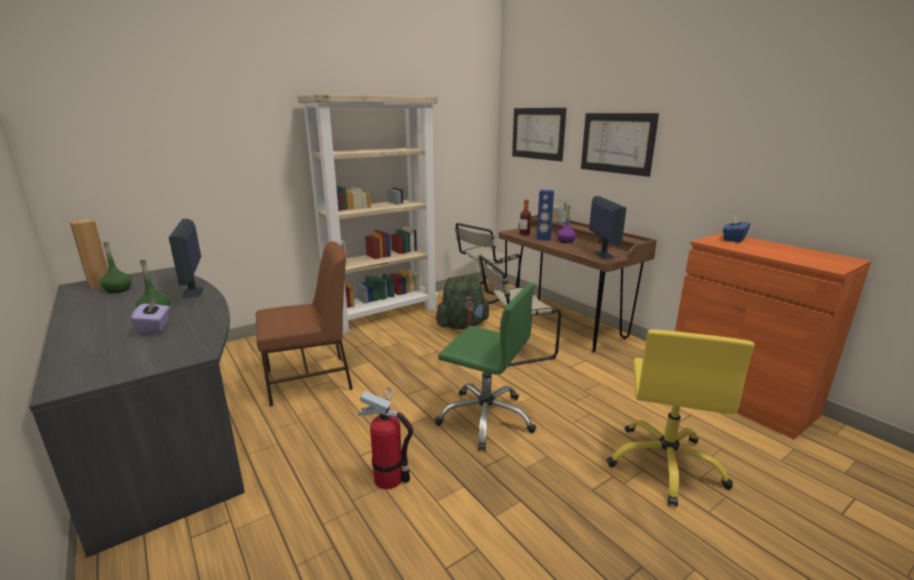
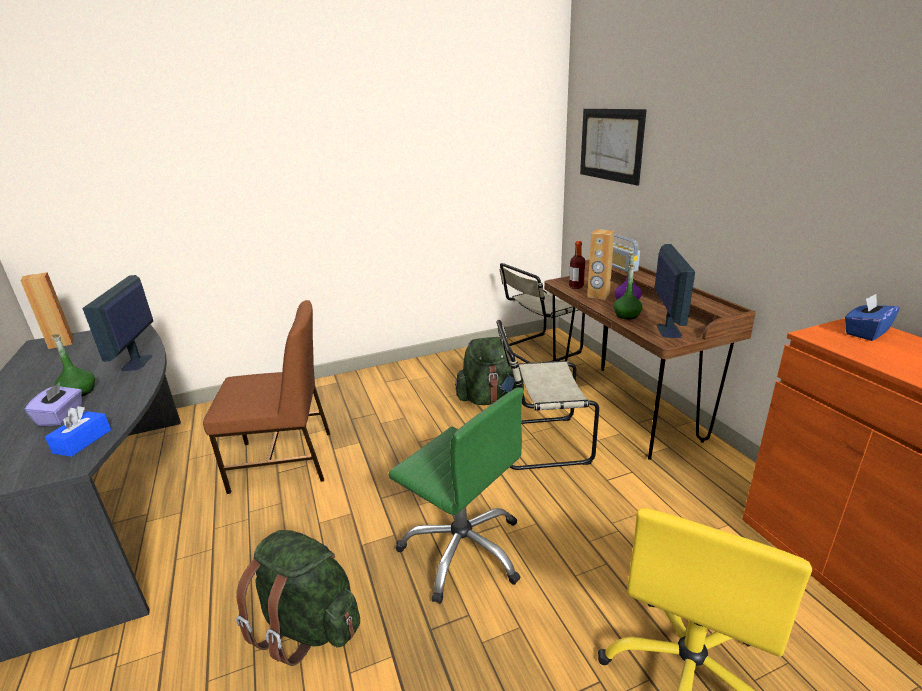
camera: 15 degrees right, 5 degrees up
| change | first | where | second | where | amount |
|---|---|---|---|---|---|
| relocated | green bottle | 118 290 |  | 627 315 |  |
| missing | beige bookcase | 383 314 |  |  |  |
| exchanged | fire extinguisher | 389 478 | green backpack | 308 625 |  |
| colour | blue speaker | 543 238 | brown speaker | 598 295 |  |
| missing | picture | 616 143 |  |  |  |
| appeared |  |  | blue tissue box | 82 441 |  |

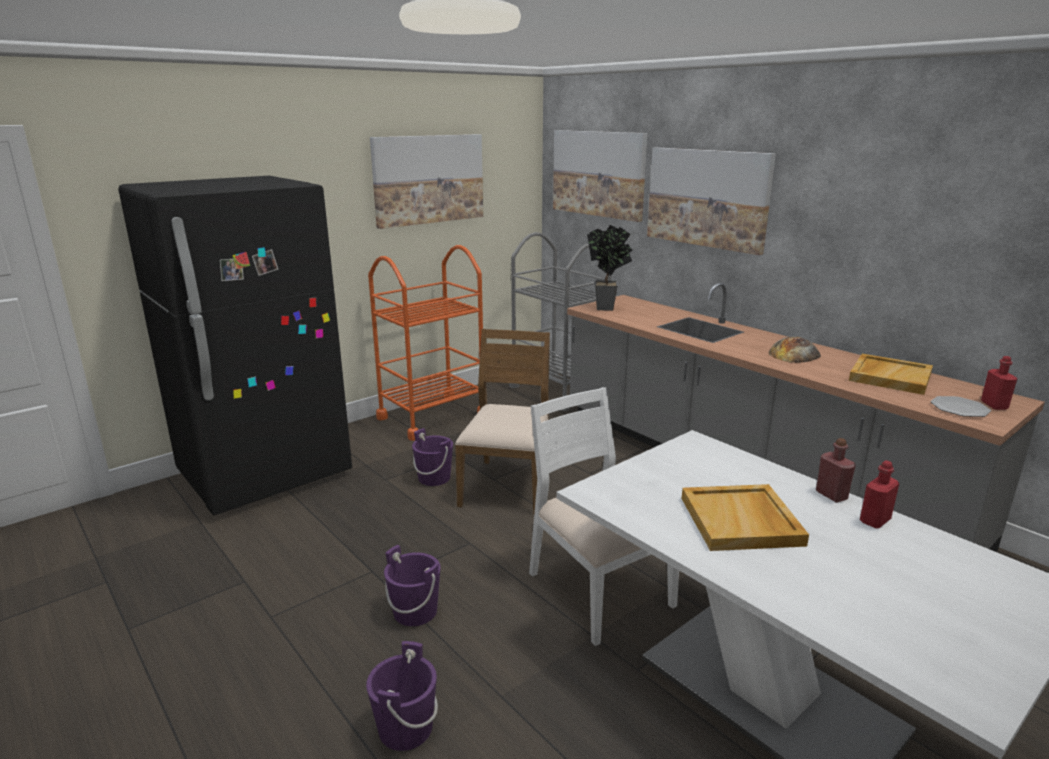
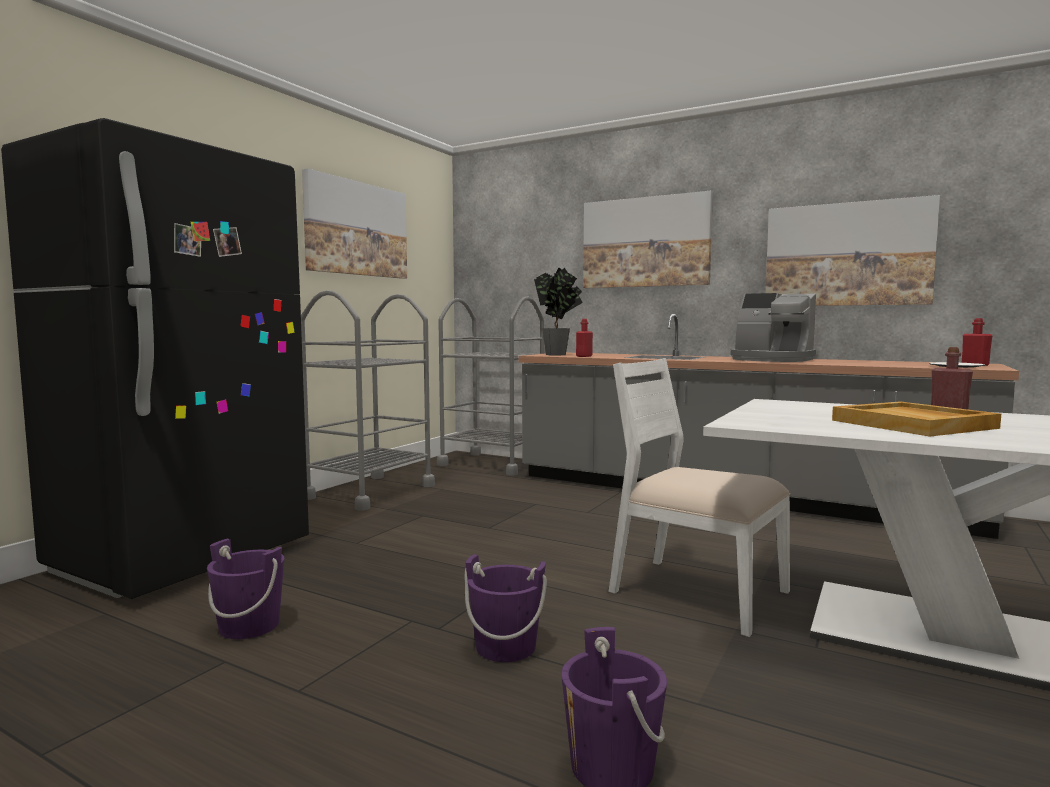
camera: 20 degrees left, 15 degrees down
| change | first | where | second | where | amount |
|---|---|---|---|---|---|
| colour | orange cart | 432 416 | grey cart | 370 492 |  |
| relocated | purple bucket | 434 478 |  | 249 626 |  |
| missing | brown chair | 507 485 |  |  |  |
| relocated | picture | 598 173 |  | 847 254 |  |
| exchanged | bread | 794 354 | coffee machine | 771 360 |  |
| missing | beige tray | 889 376 |  |  |  |
| relocated | red bottle | 875 520 |  | 584 356 |  |

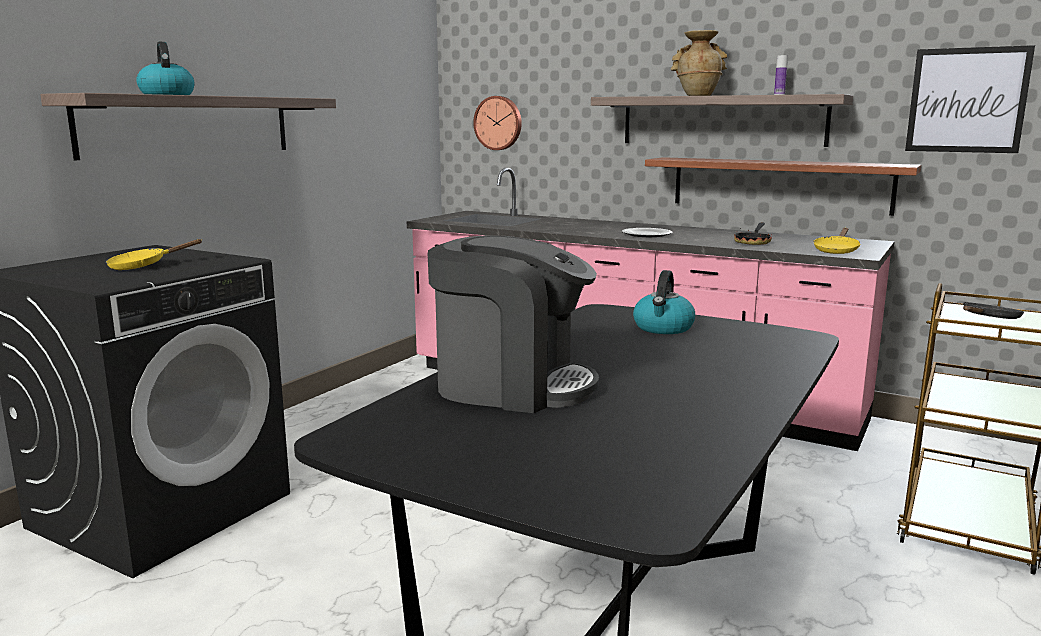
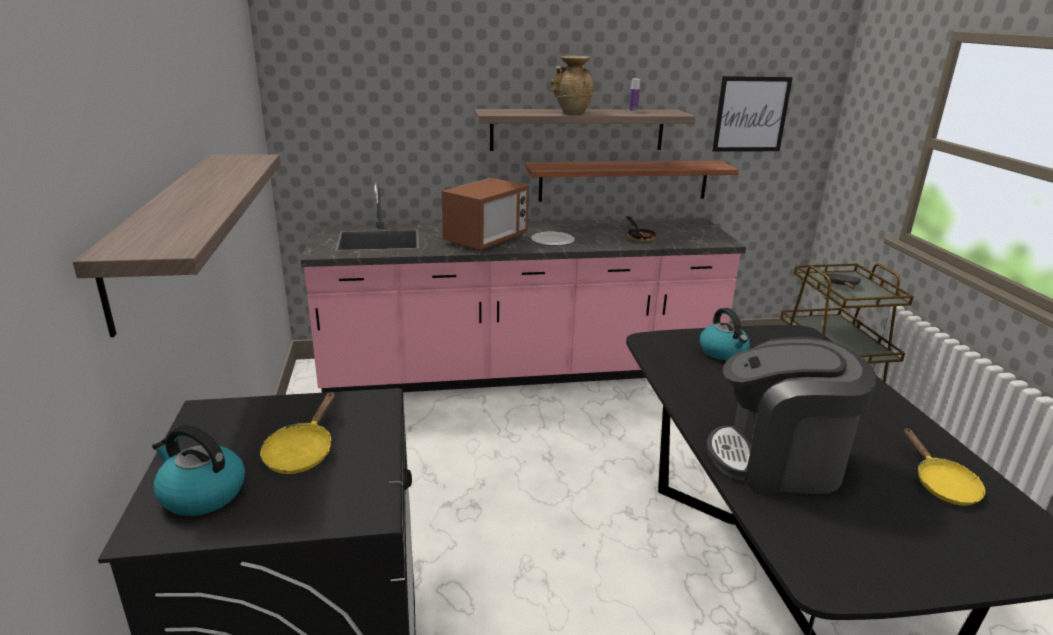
camera: 40 degrees left, 10 degrees up
| change | first | where | second | where | amount |
|---|---|---|---|---|---|
| relocated | kettle | 166 95 |  | 201 494 |  |
| spun | coffee machine | 511 385 |  | 778 461 | 150 degrees counterclockwise |
| missing | wall clock | 498 123 |  |  |  |
| relocated | yellow frying pan | 836 250 |  | 941 484 |  |
| appeared |  |  | microwave | 486 240 |  |

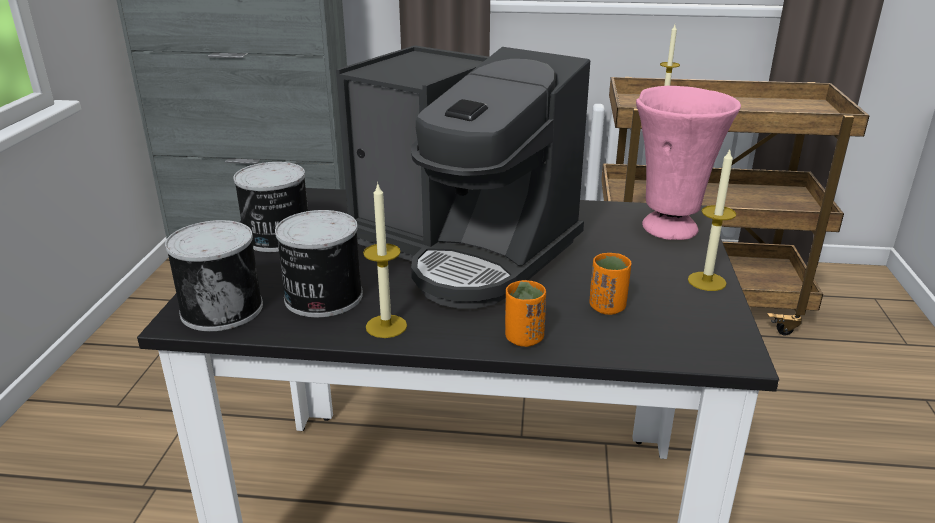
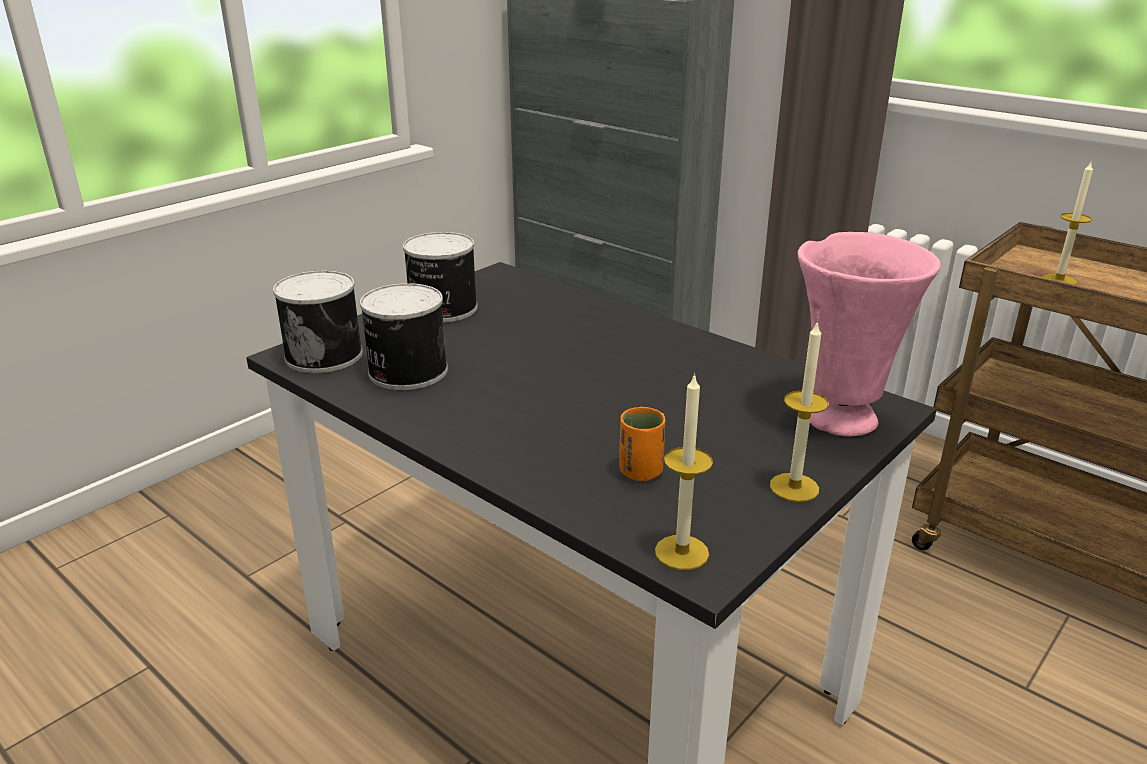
camera: 35 degrees right, 0 degrees up
| change | first | where | second | where | amount |
|---|---|---|---|---|---|
| missing | coffee machine | 463 249 |  |  |  |
| relocated | candle | 386 326 |  | 681 552 |  |
| missing | orange cup | 524 338 |  |  |  |

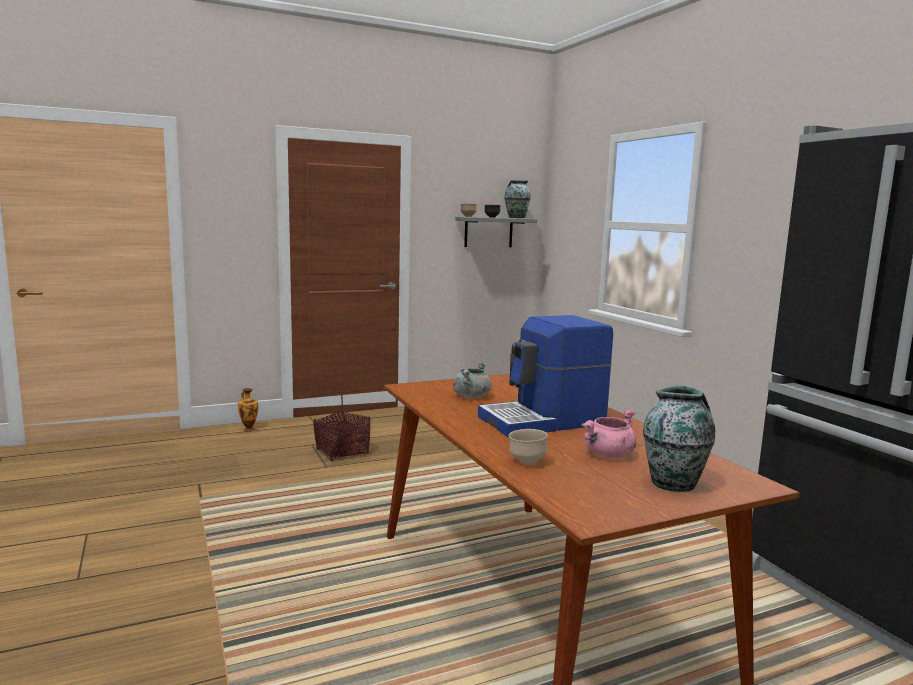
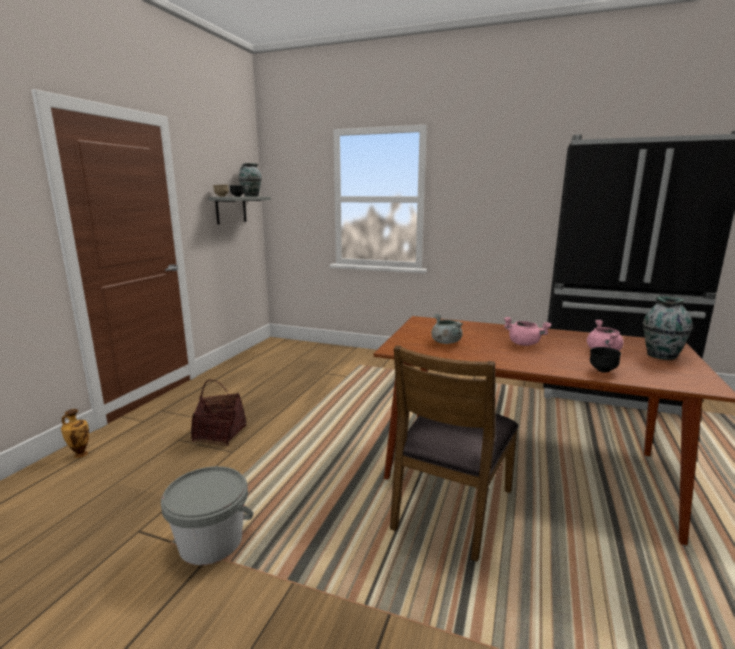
camera: 45 degrees left, 5 degrees up
| change | first | where | second | where | amount |
|---|---|---|---|---|---|
| exchanged | coffee machine | 543 421 | pink cooking pot | 524 344 |  |
| colour | beige bowl | 526 462 | black bowl | 602 371 |  |
| appeared |  |  | grey bucket | 211 541 |  |
| appeared |  |  | brown chair | 451 508 |  |

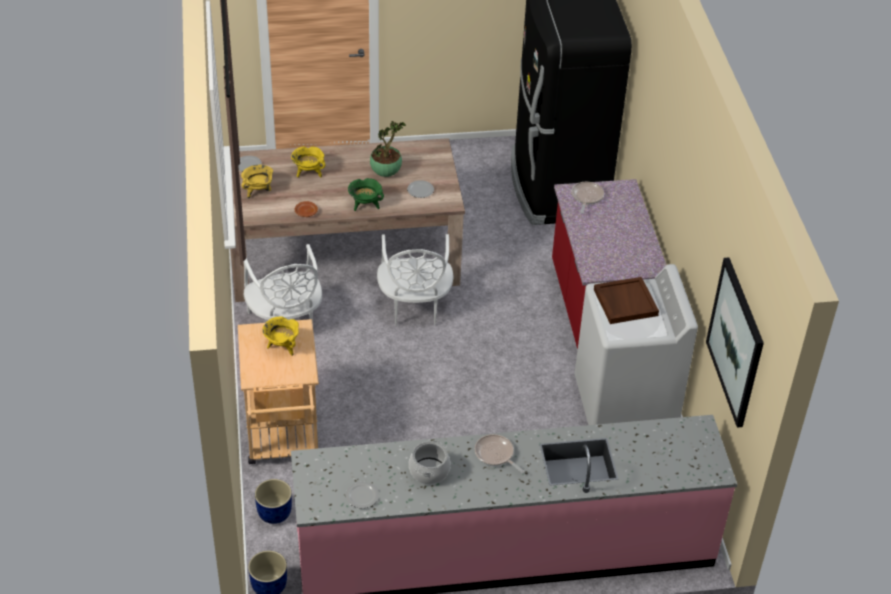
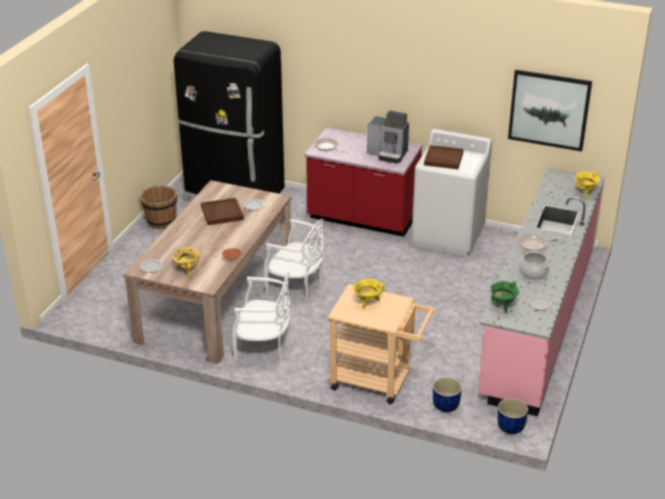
camera: 60 degrees left, 10 degrees down
| change | first | where | second | where | amount |
|---|---|---|---|---|---|
| relocated | yellow cooking pot | 308 173 |  | 585 193 |  |
| relocated | green cooking pot | 365 205 |  | 502 306 |  |
| exchanged | potted plant | 386 172 | brown tray | 221 213 |  |
| appeared |  |  | brown bucket | 161 222 |  |
| appeared |  |  | coffee machine | 388 154 |  |

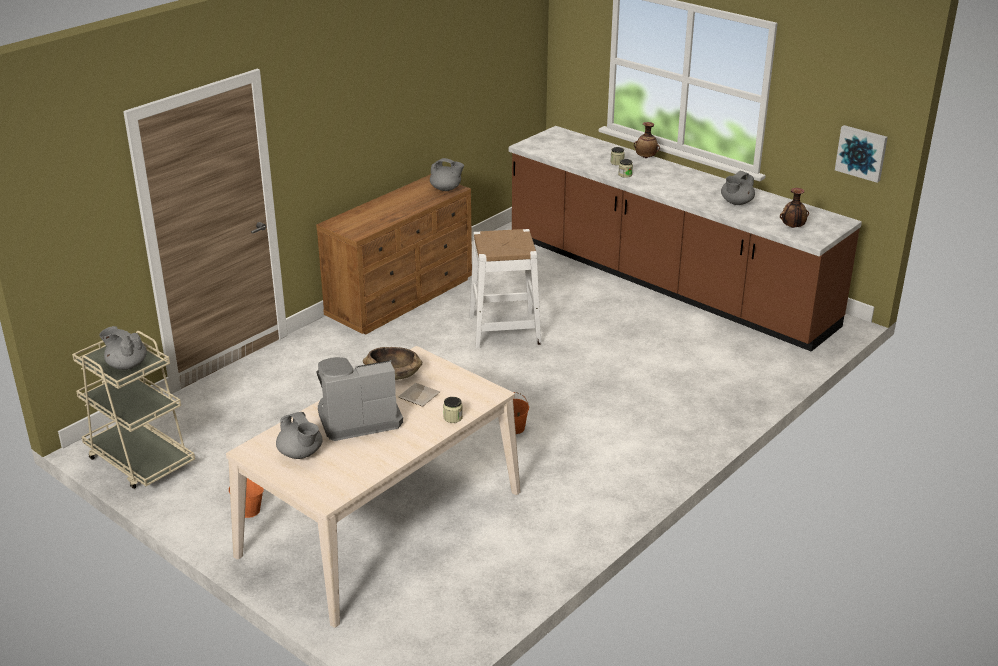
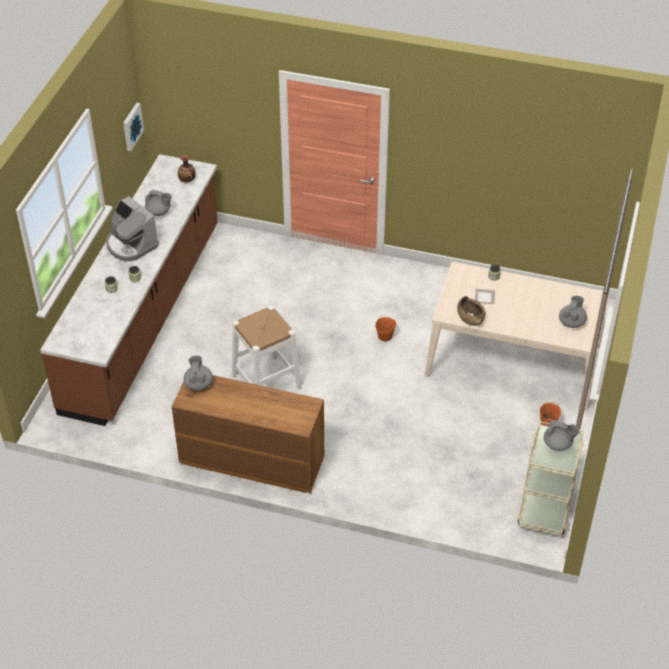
camera: 115 degrees left, 15 degrees up
| change | first | where | second | where | amount |
|---|---|---|---|---|---|
| spun | grey teapot | 126 365 |  | 558 444 | 75 degrees counterclockwise |
| relocated | coffee machine | 358 418 |  | 131 245 |  |
| missing | vase | 646 157 |  |  |  |

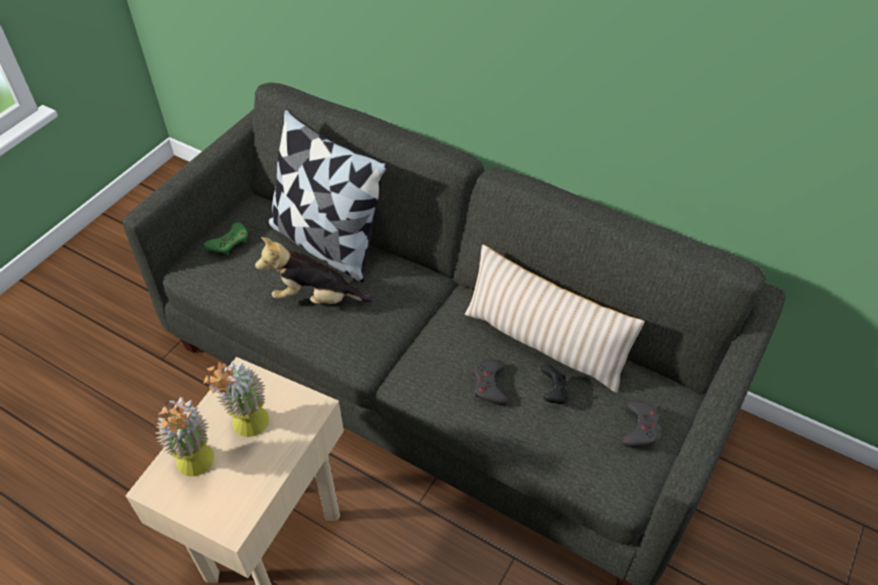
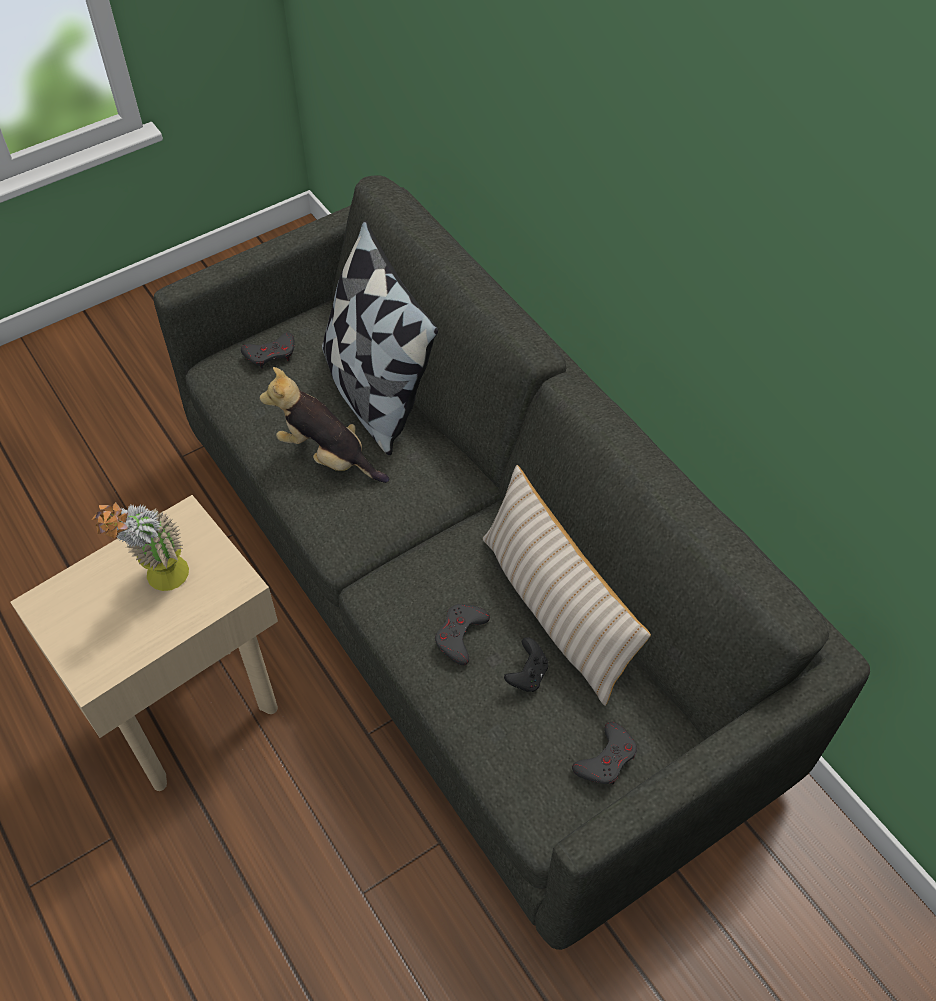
camera: 25 degrees right, 5 degrees up
| change | first | where | second | where | amount |
|---|---|---|---|---|---|
| missing | potted plant | 199 467 |  |  |  |
| colour | green game controller | 229 242 | grey game controller | 271 354 |  |

